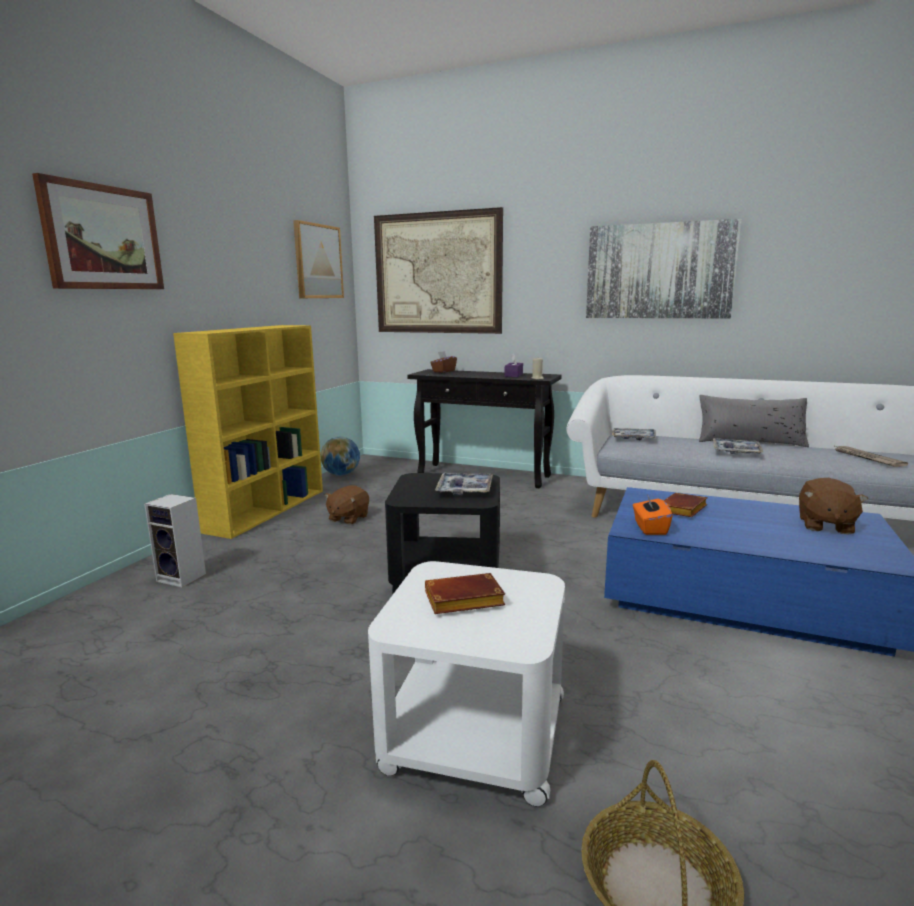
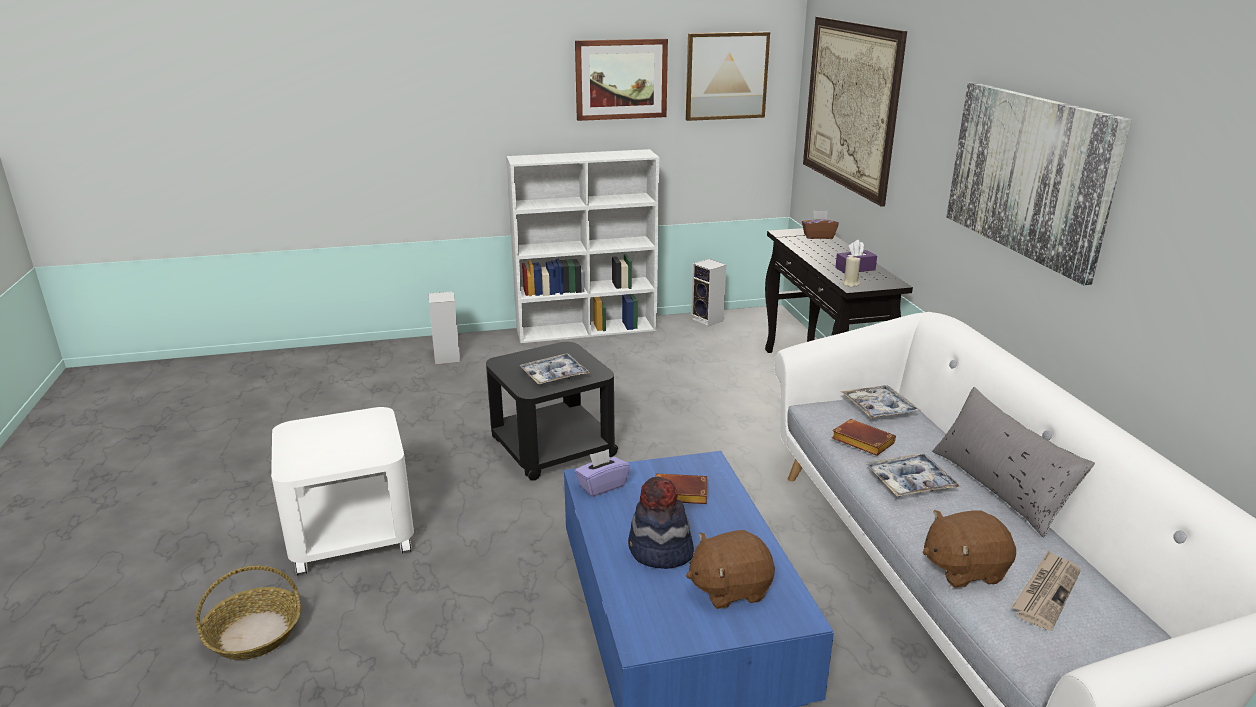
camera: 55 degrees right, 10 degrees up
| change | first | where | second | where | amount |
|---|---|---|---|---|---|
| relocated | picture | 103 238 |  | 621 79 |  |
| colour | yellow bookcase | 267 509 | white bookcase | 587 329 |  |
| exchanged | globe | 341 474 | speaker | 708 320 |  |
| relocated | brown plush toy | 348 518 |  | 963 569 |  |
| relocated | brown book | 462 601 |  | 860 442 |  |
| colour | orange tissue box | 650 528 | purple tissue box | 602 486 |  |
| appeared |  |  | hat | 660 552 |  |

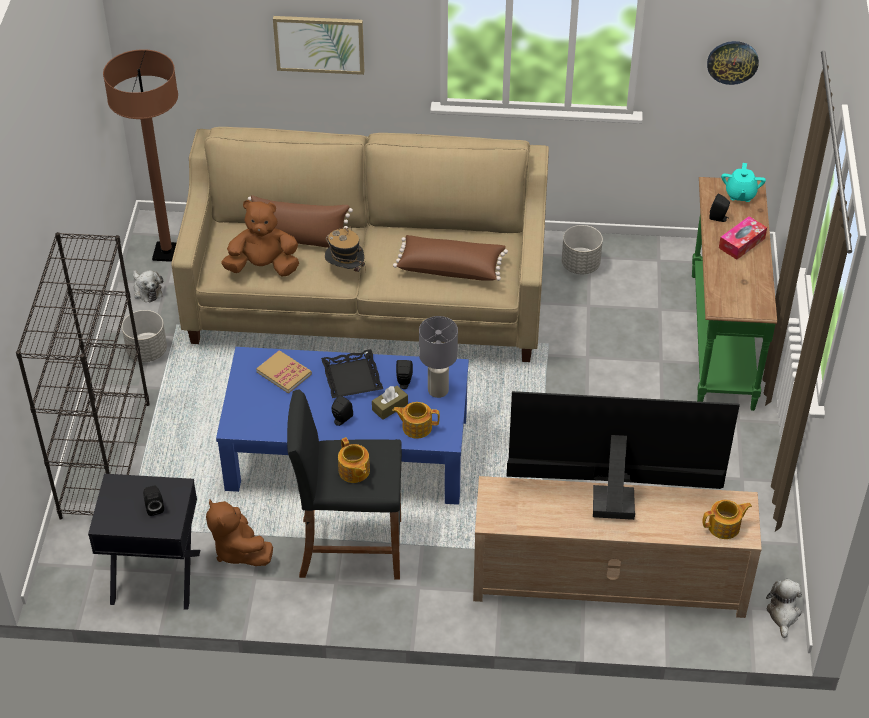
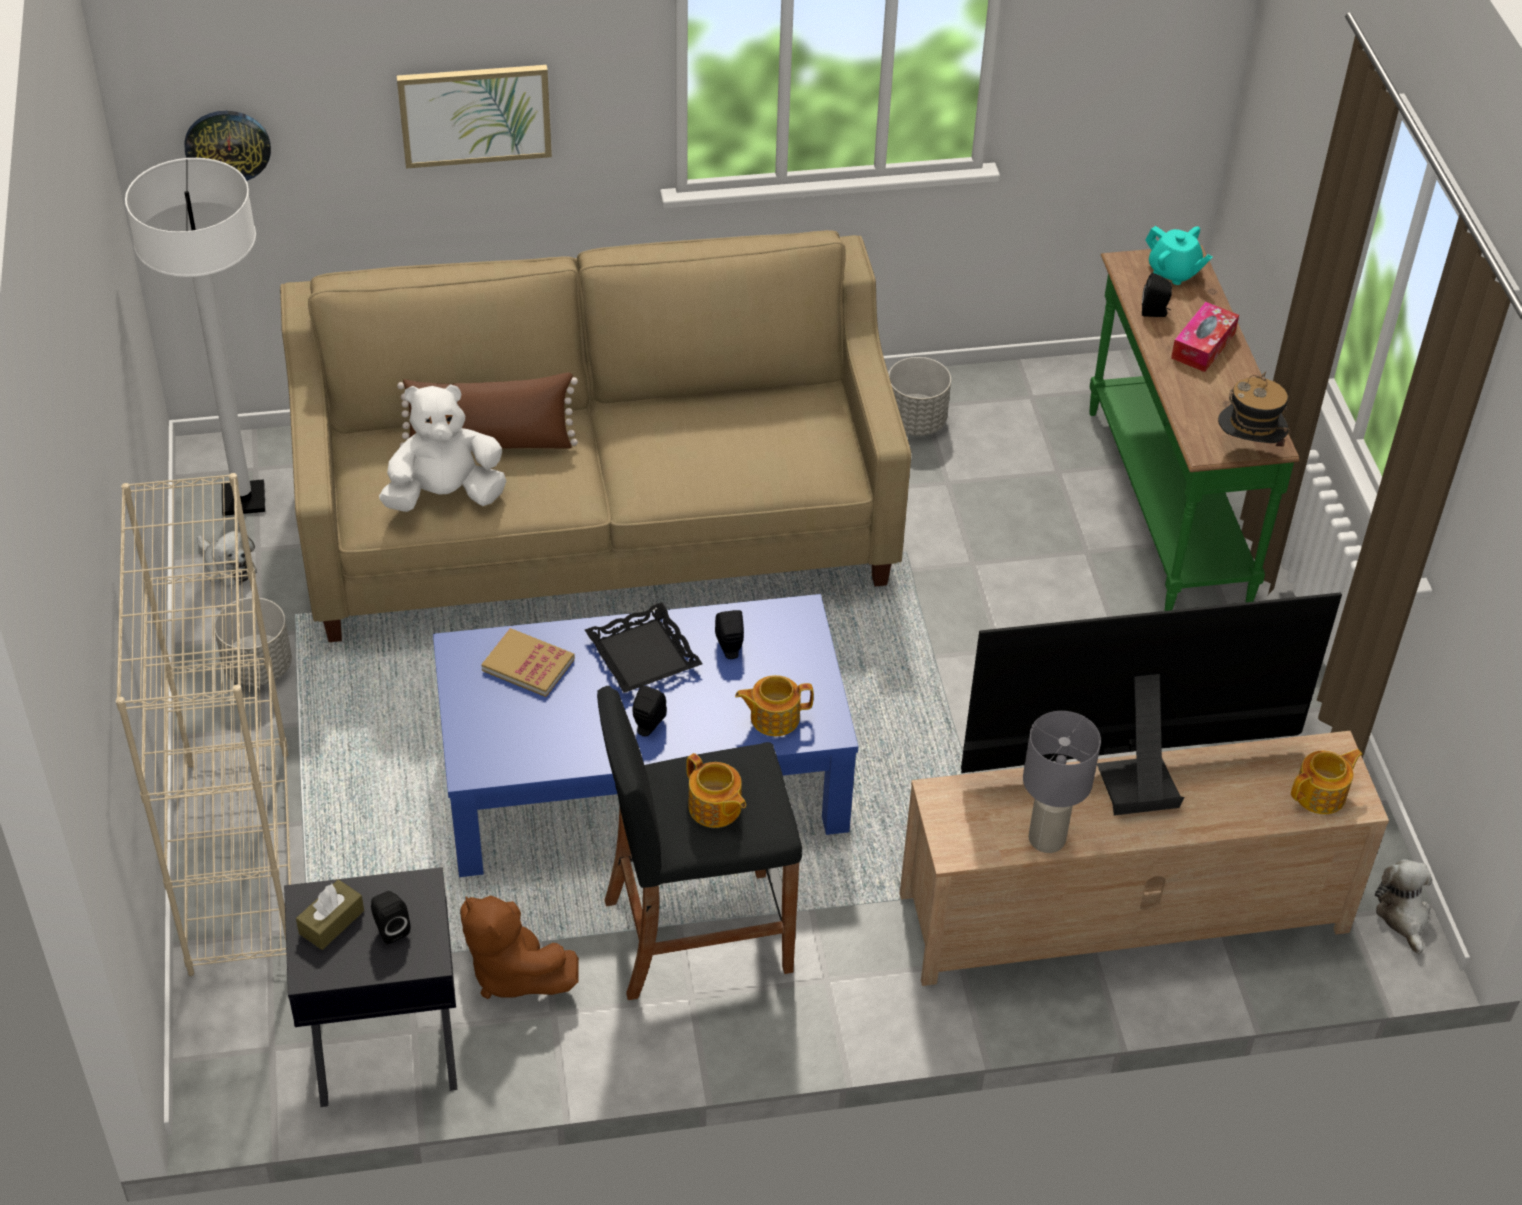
camera: 15 degrees left, 0 degrees up
| change | first | where | second | where | amount |
|---|---|---|---|---|---|
| colour | black bookcase | 105 458 | beige bookcase | 239 858 |  |
| colour | brown floor lamp | 167 253 | white floor lamp | 243 500 |  |
| colour | brown plush toy | 263 267 | white plush toy | 445 495 |  |
| relocated | hat | 345 271 |  | 1247 449 |  |
| relocated | brown tissue box | 390 407 |  | 331 922 |  |
| missing | brown pillow | 450 267 |  |  |  |
| relocated | grey table lamp | 438 391 |  | 1047 840 |  |
| relocated | wall clock | 732 62 |  | 227 145 |  |
| spun | turquoise teapot | 740 194 |  | 1174 272 | 45 degrees counterclockwise |

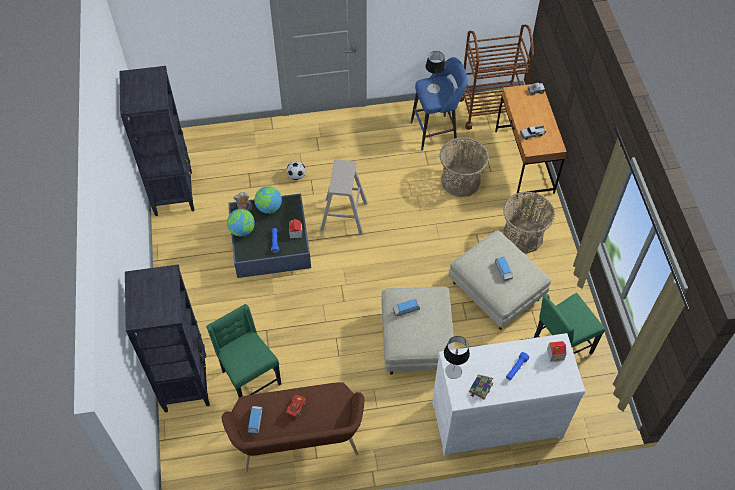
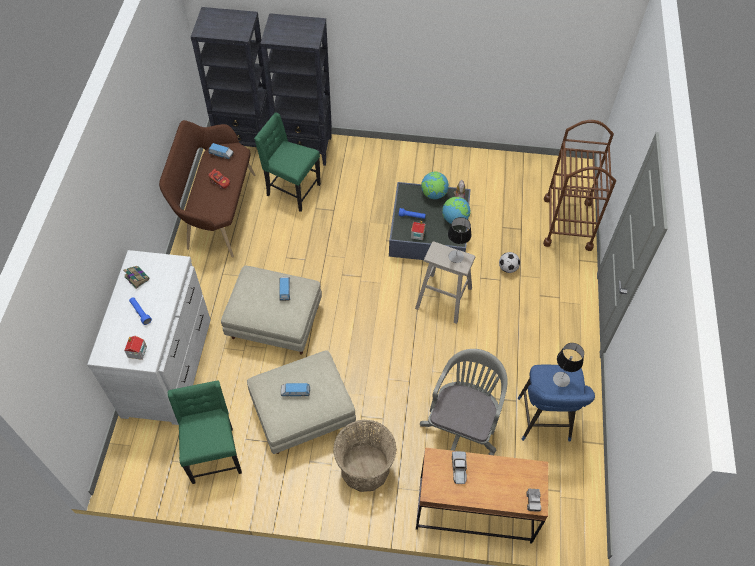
camera: 105 degrees right, 0 degrees up
| change | first | where | second | where | amount |
|---|---|---|---|---|---|
| relocated | black bookcase | 174 193 |  | 246 143 |  |
| spun | green chair | 249 377 |  | 292 190 | 135 degrees counterclockwise |
| exchanged | basket | 460 181 | grey office chair | 462 426 |  |
| relocated | table lamp | 453 371 |  | 456 256 |  |
| relocated | brown cart | 489 110 |  | 567 223 |  |

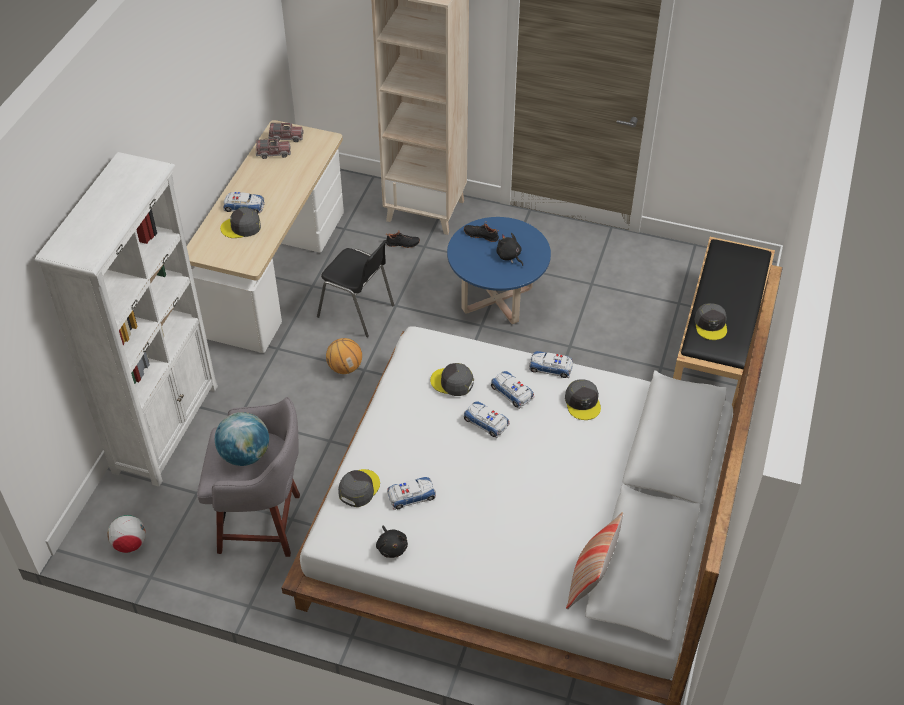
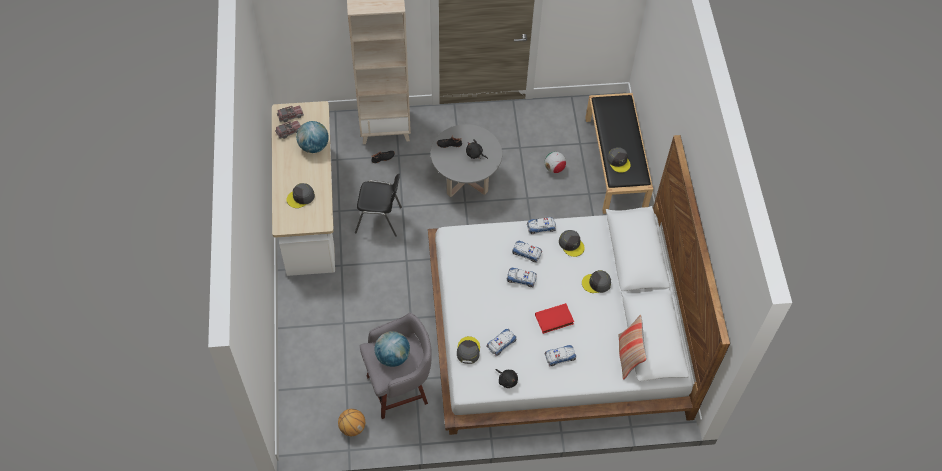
camera: 25 degrees left, 10 degrees up
| change | first | where | second | where | amount |
|---|---|---|---|---|---|
| missing | white bookcase | 166 428 |  |  |  |
| relocated | football | 130 544 |  | 554 168 |  |
| relocated | toy car | 244 206 |  | 560 356 |  |
| relocated | basketball | 345 367 |  | 352 427 |  |
| relocated | grey cap | 452 382 |  | 596 283 |  |
| colour | blue coffee table | 497 299 | grey coffee table | 465 179 |  |
| appeared |  |  | globe | 314 146 |  |
| appeared |  |  | red book | 554 320 |  |

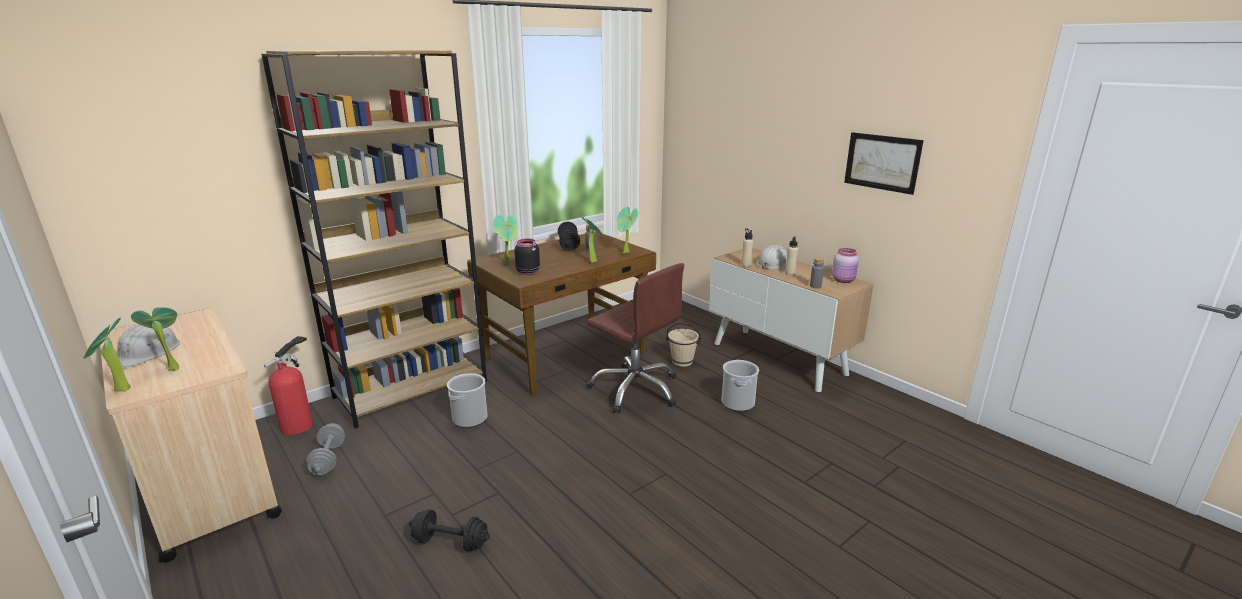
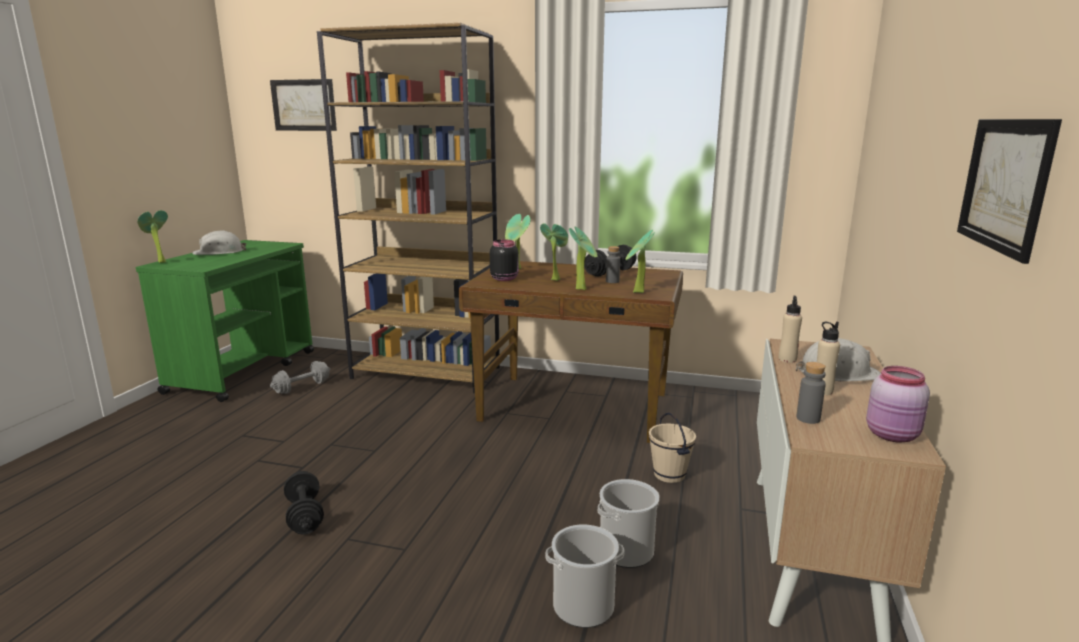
camera: 55 degrees right, 5 degrees down
| change | first | where | second | where | amount |
|---|---|---|---|---|---|
| colour | beige cart | 210 488 | green cart | 244 371 |  |
| relocated | potted plant | 172 368 |  | 555 279 |  |
| missing | fire extinguisher | 299 425 |  |  |  |
| relocated | black dumbbell | 450 542 |  | 305 516 |  |
| relocated | bucket | 470 418 |  | 583 606 |  |
| missing | brown office chair | 635 389 |  |  |  |
| appeared |  |  | picture | 303 105 |  |

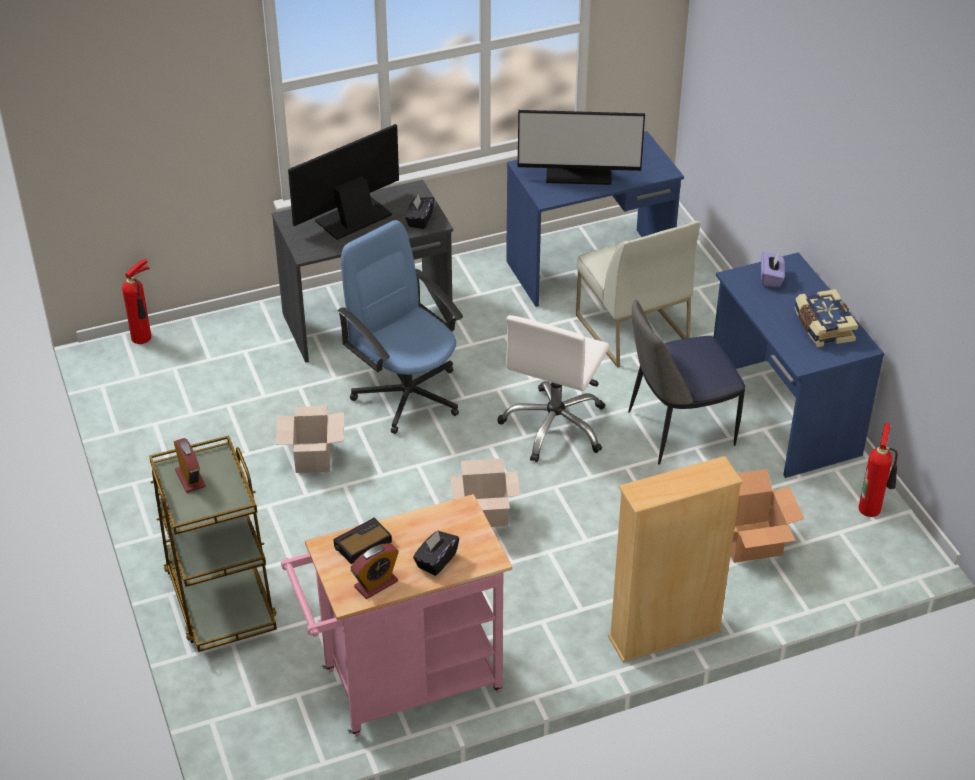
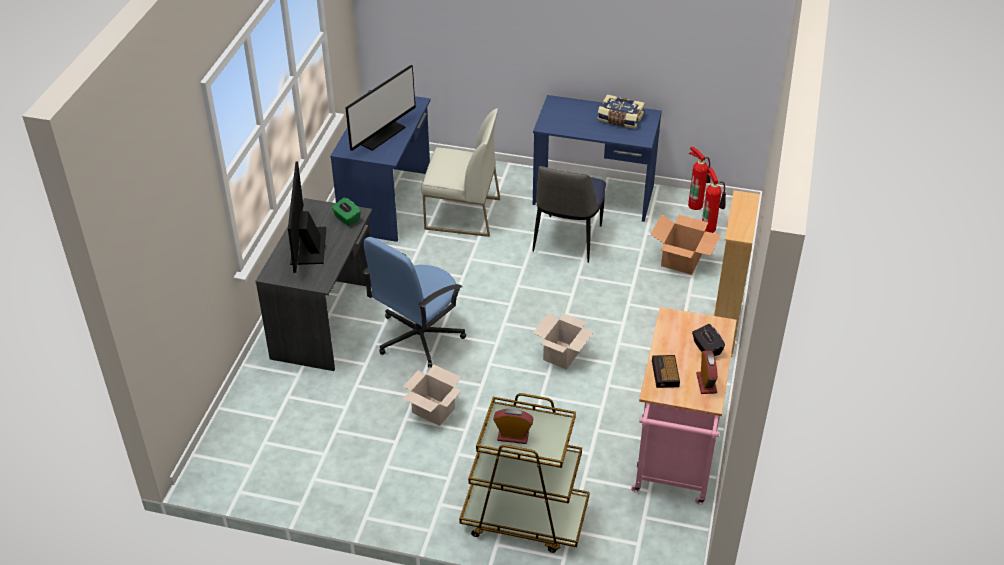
camera: 55 degrees left, 0 degrees up
| change | first | where | second | where | amount |
|---|---|---|---|---|---|
| relocated | fire extinguisher | 144 338 |  | 709 227 |  |
| spun | blue office chair | 407 394 |  | 418 337 | 45 degrees counterclockwise |
| colour | black tissue box | 419 220 | green tissue box | 346 218 |  |
| missing | white office chair | 555 426 |  |  |  |
| missing | purple tissue box | 771 278 |  |  |  |

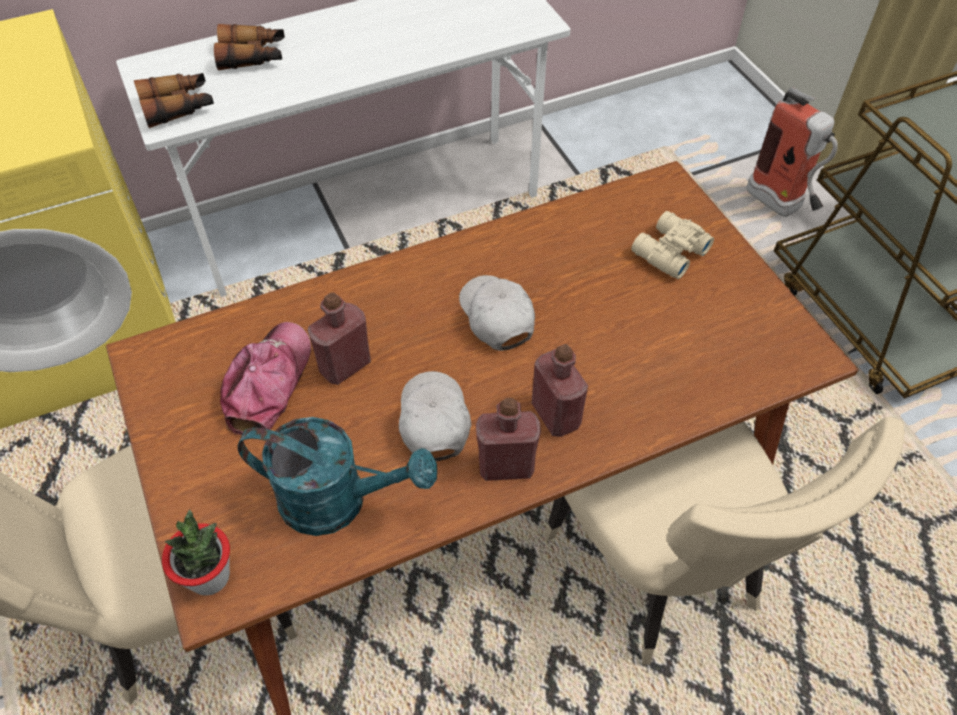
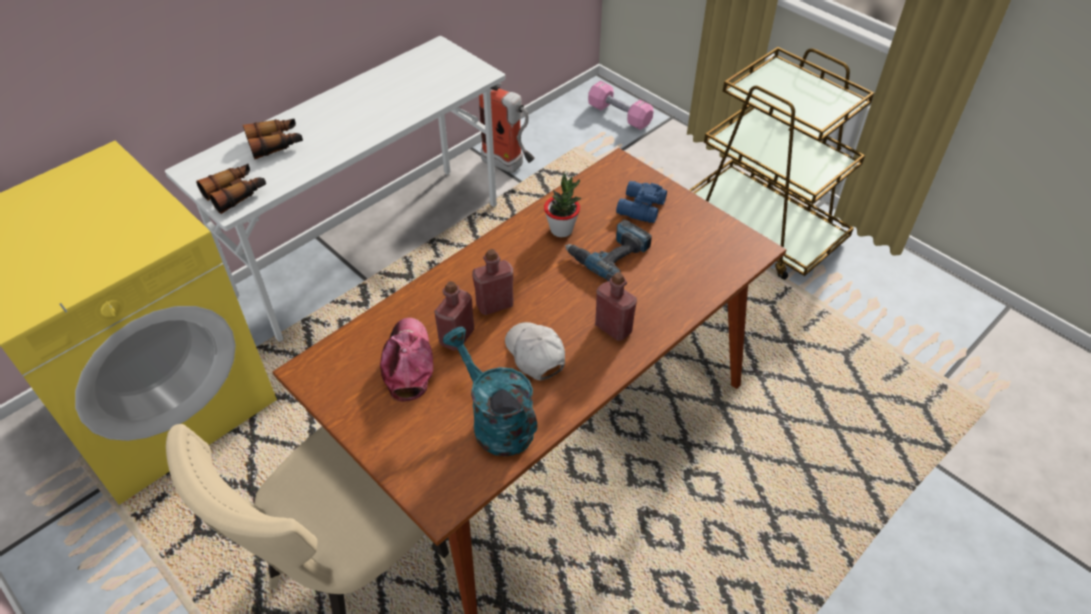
camera: 20 degrees left, 5 degrees down
| change | first | where | second | where | amount |
|---|---|---|---|---|---|
| relocated | potted plant | 210 577 |  | 561 230 |  |
| spun | turquoise watering can | 338 500 |  | 495 421 | 120 degrees counterclockwise |
| missing | white cap | 496 317 |  |  |  |
| relocated | red bottle | 506 466 |  | 495 304 |  |
| missing | beige chair | 661 573 |  |  |  |
| colour | beige binoculars | 668 252 | blue binoculars | 639 208 |  |
| relocated | fire extinguisher | 781 207 |  | 509 166 |  |
| appeared |  |  | power drill | 609 254 |  |
| appeared |  |  | pink dumbbell | 619 115 |  |

